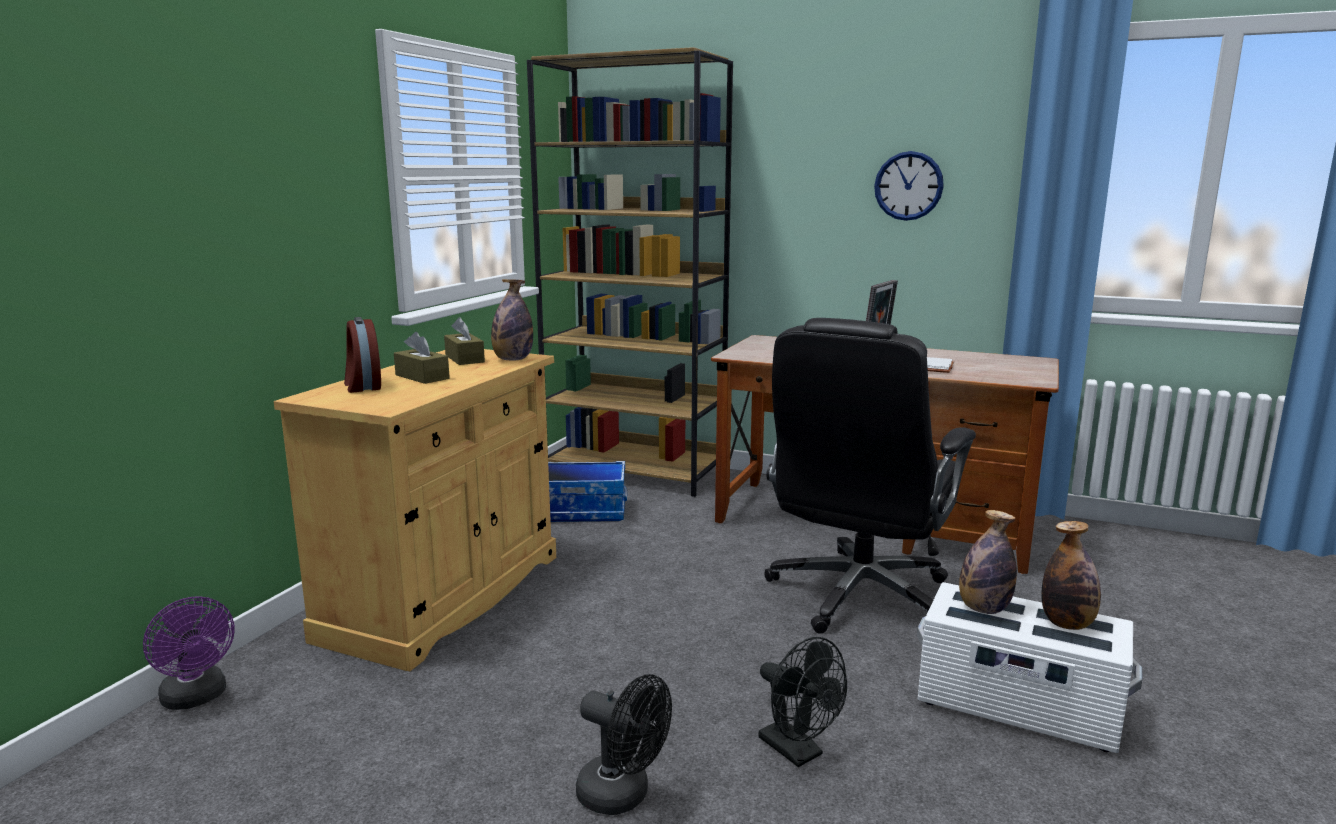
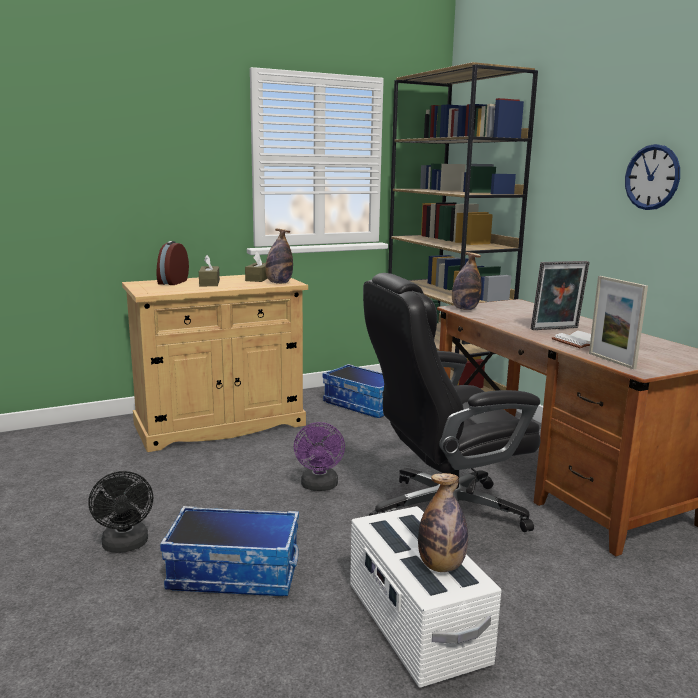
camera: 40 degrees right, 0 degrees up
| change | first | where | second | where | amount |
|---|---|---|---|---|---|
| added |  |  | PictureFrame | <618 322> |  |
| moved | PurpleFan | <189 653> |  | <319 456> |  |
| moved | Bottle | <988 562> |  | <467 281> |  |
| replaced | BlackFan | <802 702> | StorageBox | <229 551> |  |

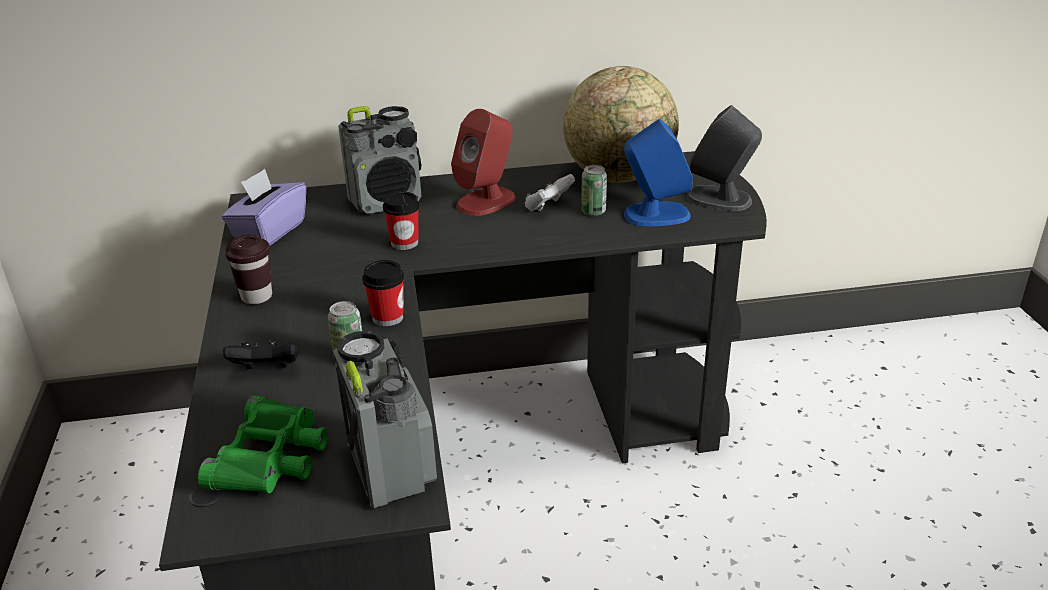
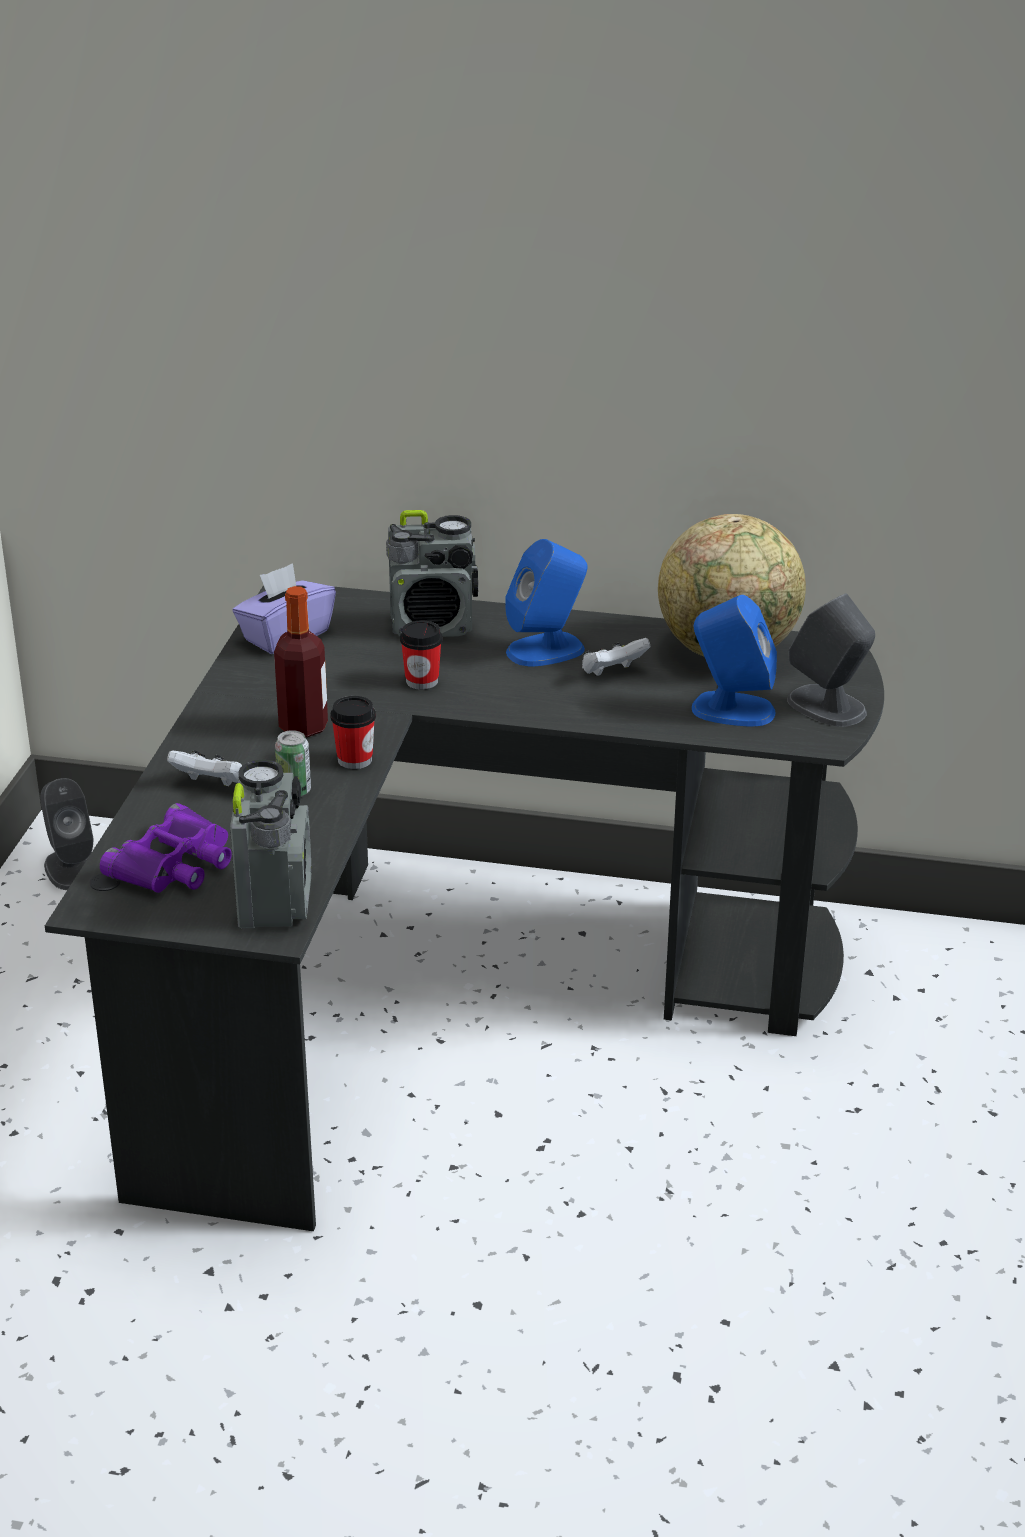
camera: 20 degrees right, 0 degrees up
| change | first | where | second | where | amount |
|---|---|---|---|---|---|
| removed | BrownCup | <248 269> |  |  |  |
| removed | Can | <594 190> |  |  |  |
| added |  |  | GreySpeaker | <67 834> |  |
| added |  |  | Bottle | <301 661> |  |
| recoloured | GreenBinoculars | <263 444> | PurpleBinoculars | <166 848> |  |
| recoloured | BlackGameController | <261 355> | WhiteGameController | <204 768> |  |
| recoloured | RedSpeaker | <483 162> | BlueSpeaker | <546 603> |  |

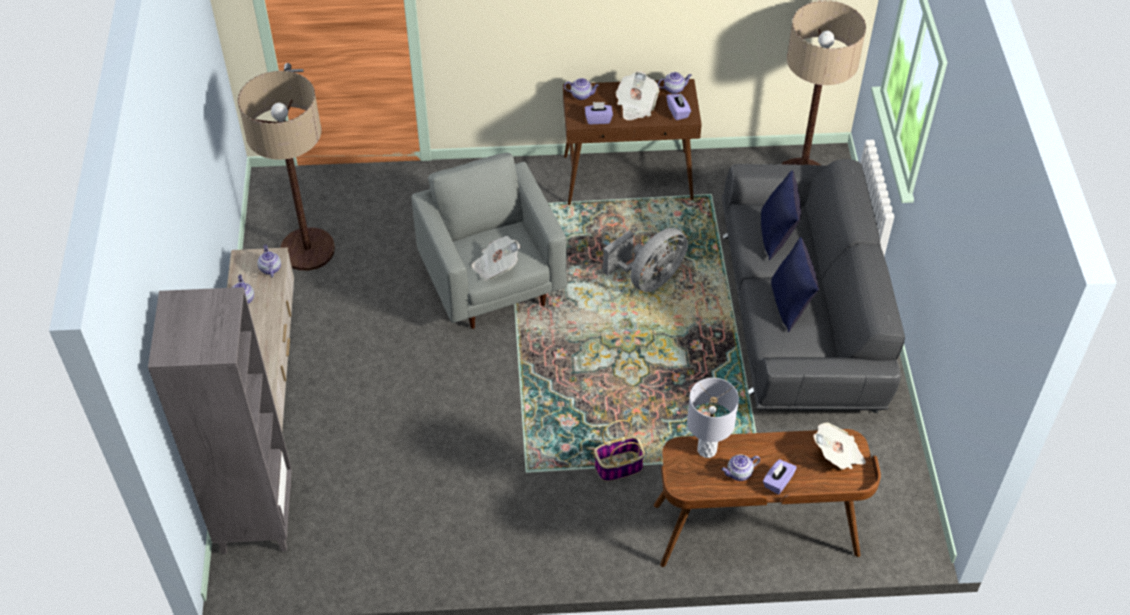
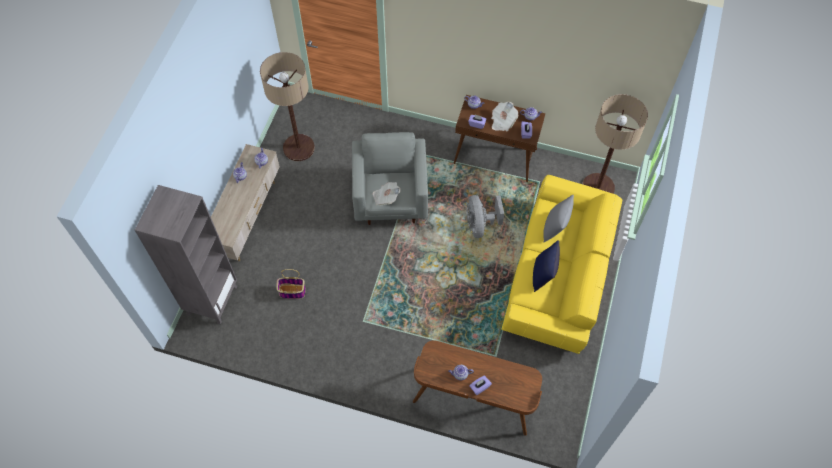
camera: 20 degrees right, 10 degrees up
| change | first | where | second | where | amount |
|---|---|---|---|---|---|
| removed | GreyTableLamp | <713 418> |  |  |  |
| removed | Newspaper | <839 445> |  |  |  |
| moved | Basket | <619 450> |  | <291 284> |  |
| recoloured | GreySofa | <813 286> | YellowSofa | <561 264> |  |
| recoloured | BluePillow | <781 215> | GreyPillow | <558 218> |  |
| turned | GreyFan | <645 260> |  | <485 216> | 105 degrees clockwise |

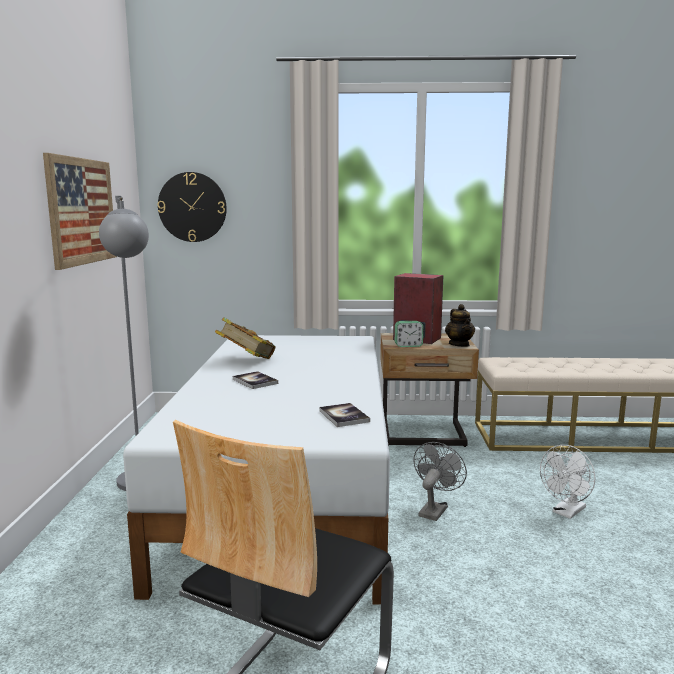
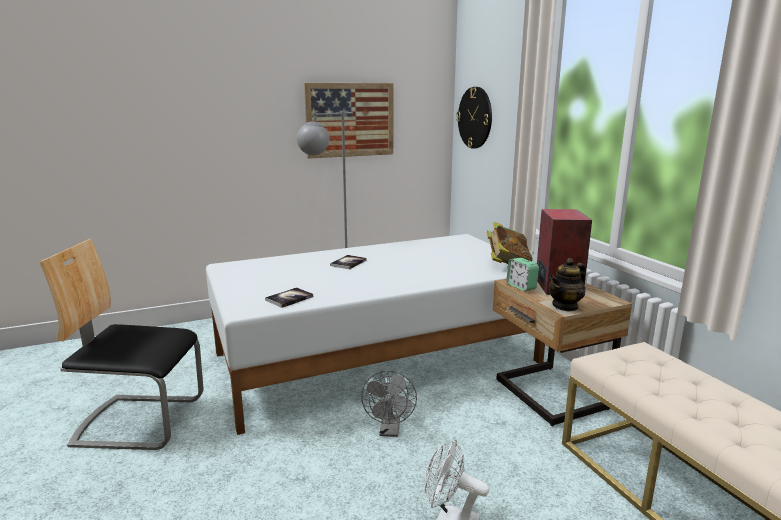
camera: 65 degrees right, 5 degrees up
| change | first | where | second | where | amount |
|---|---|---|---|---|---|
| moved | Book | <245 338> |  | <509 243> |  |
| turned | GreyFan | <440 481> |  | <389 404> | 90 degrees clockwise |

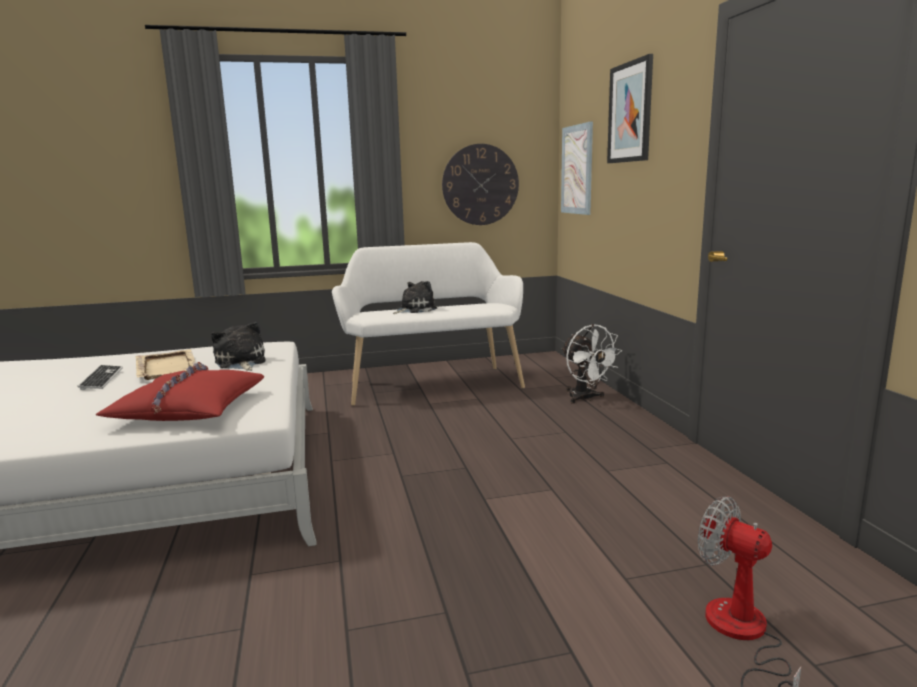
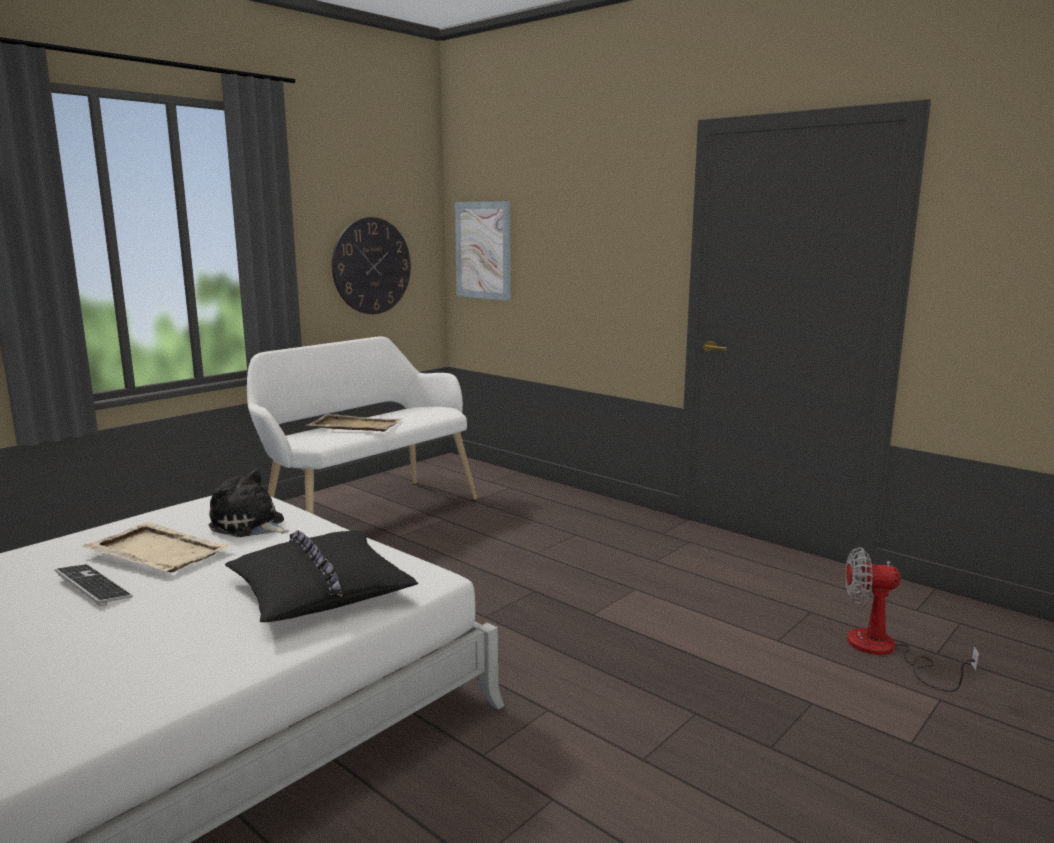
camera: 35 degrees left, 0 degrees up
| change | first | where | second | where | amount |
|---|---|---|---|---|---|
| removed | WhiteFan | <591 364> |  |  |  |
| removed | Picture | <630 108> |  |  |  |
| replaced | PlushToy | <415 297> | BeigeTray | <354 423> |  |
| recoloured | RedPillow | <179 391> | BlackPillow | <322 576> |  |

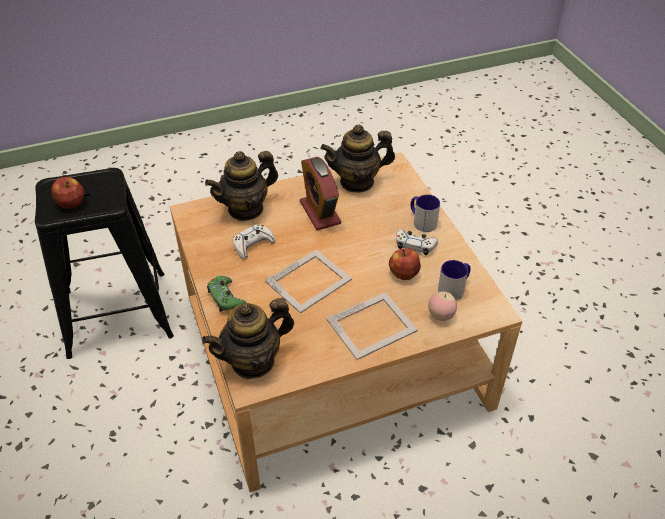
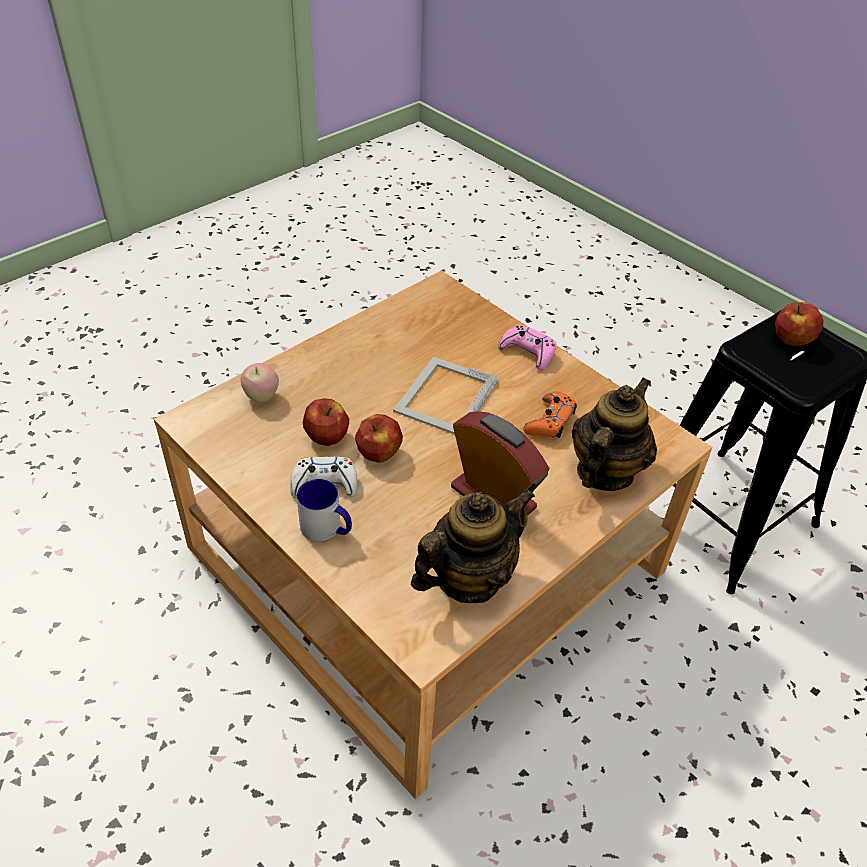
camera: 155 degrees right, 0 degrees up
| change | first | where | second | where | amount |
|---|---|---|---|---|---|
| removed | Teapot | <248 338> |  |  |  |
| removed | PictureFrame | <372 326> |  |  |  |
| removed | Mug | <454 280> |  |  |  |
| added |  |  | Apple | <379 438> |  |
| recoloured | GreenGameController | <226 294> | PinkGameController | <527 347> |  |
| recoloured | WhiteGameController | <254 242> | OrangeGameController | <550 415> |  |

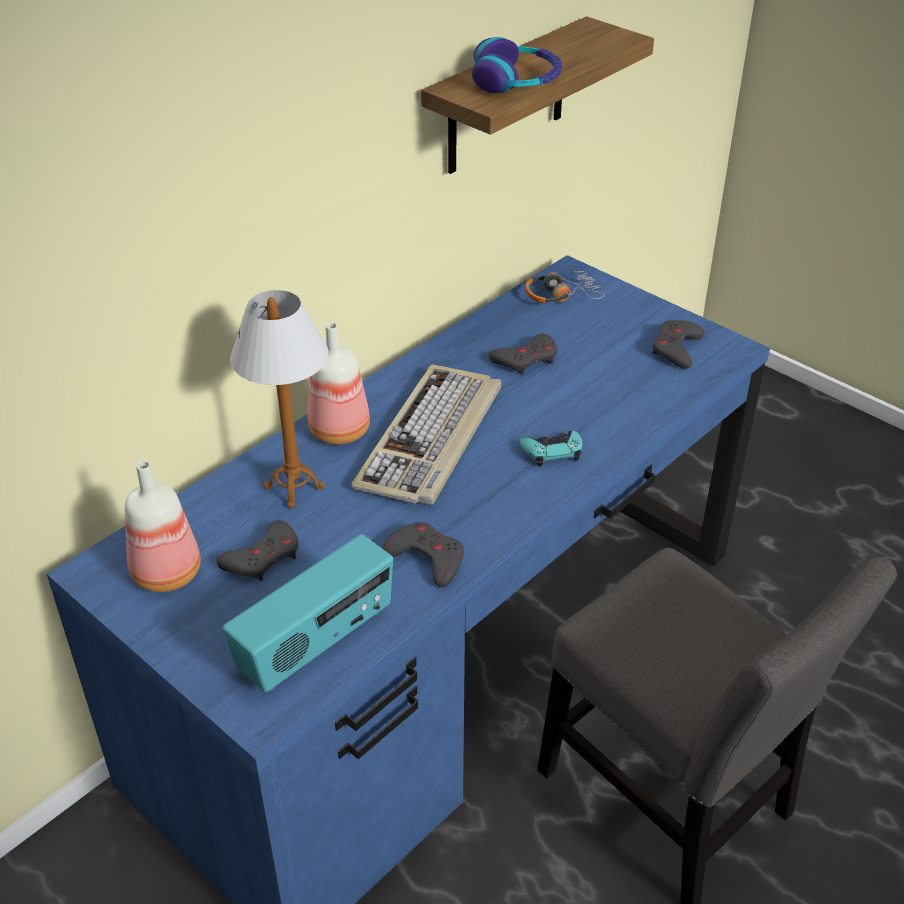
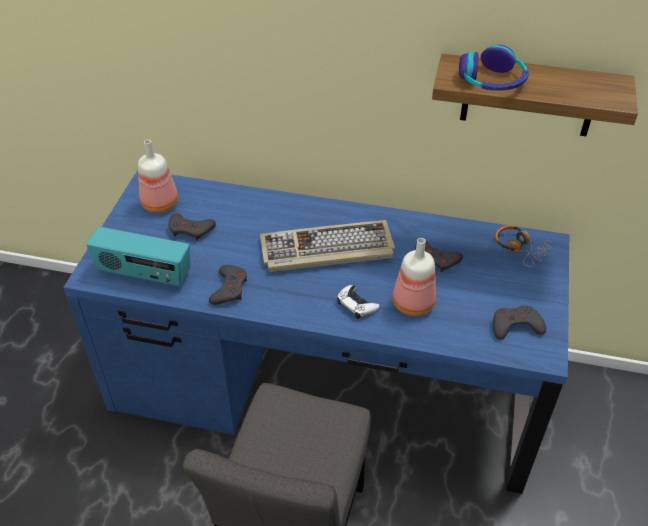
camera: 60 degrees right, 5 degrees up
| change | first | where | second | where | amount |
|---|---|---|---|---|---|
| removed | TableLamp | <279 399> |  |  |  |
| moved | Bottle | <339 383> |  | <414 277> |  |
| recoloured | TurquoiseGameController | <551 448> | WhiteGameController | <358 302> |  |

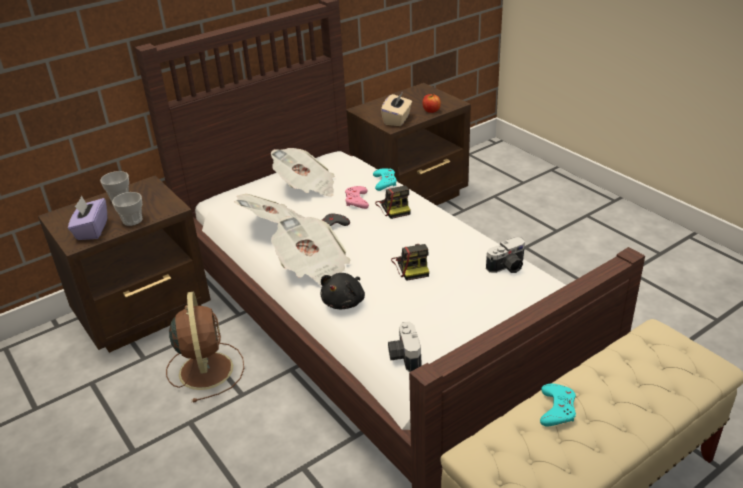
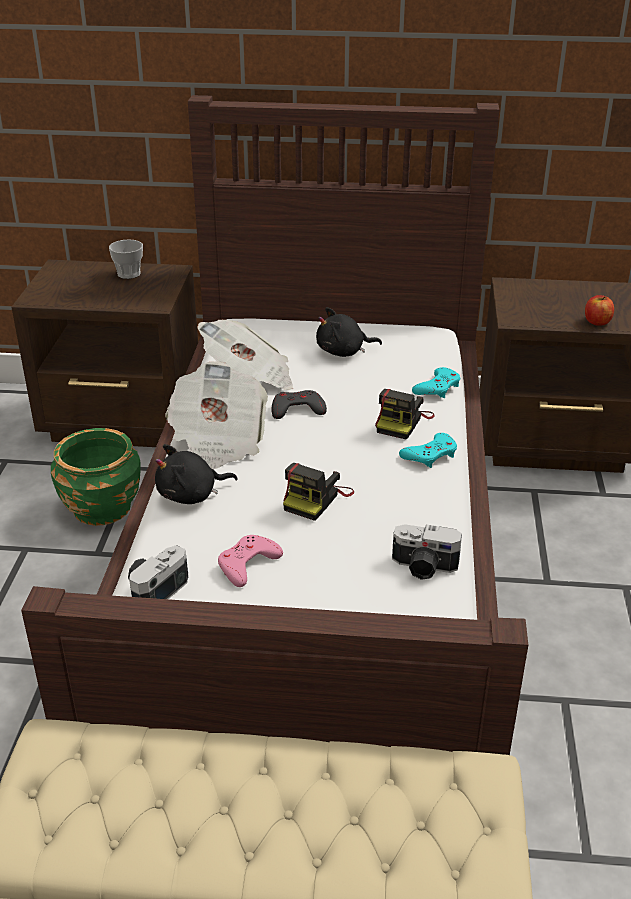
camera: 40 degrees right, 0 degrees up
| change | first | where | second | where | amount |
|---|---|---|---|---|---|
| removed | PurpleTissueBox | <87 218> |  |  |  |
| removed | Cup | <127 209> |  |  |  |
| removed | BeigeTissueBox | <396 109> |  |  |  |
| moved | PinkGameController | <357 197> |  | <250 561> |  |
| moved | TurquoiseGameController | <558 405> |  | <428 450> |  |
| replaced | BrownFan | <205 347> | GreenPlanter | <96 477> |  |
| replaced | Newspaper | <303 172> | BlackPlushToy | <349 332> |  |

